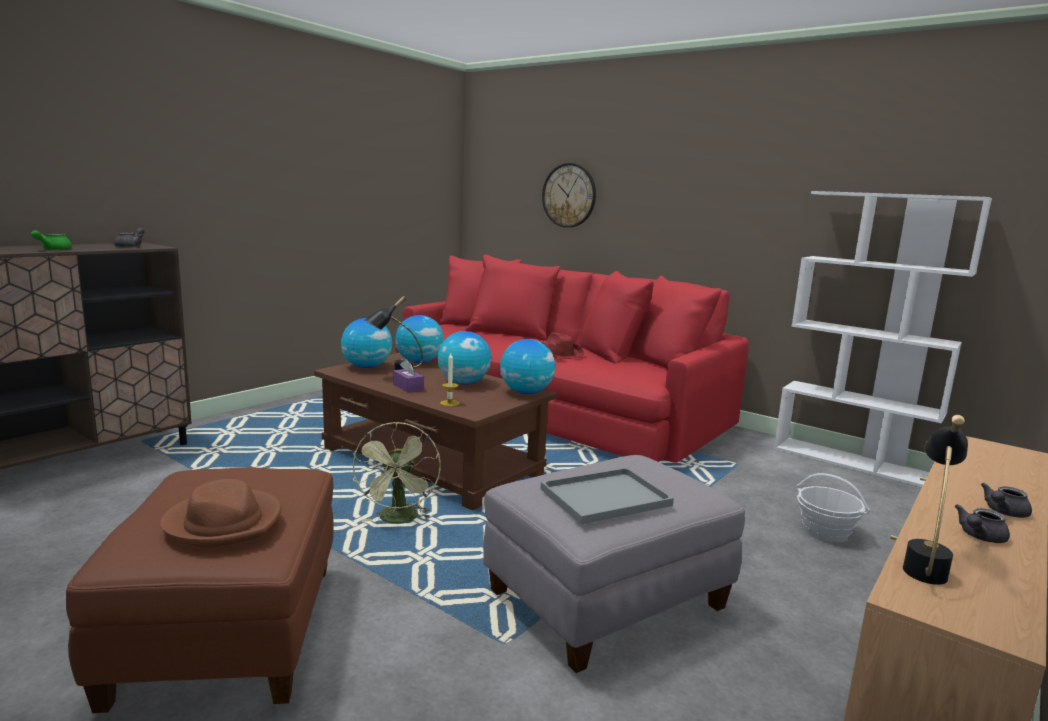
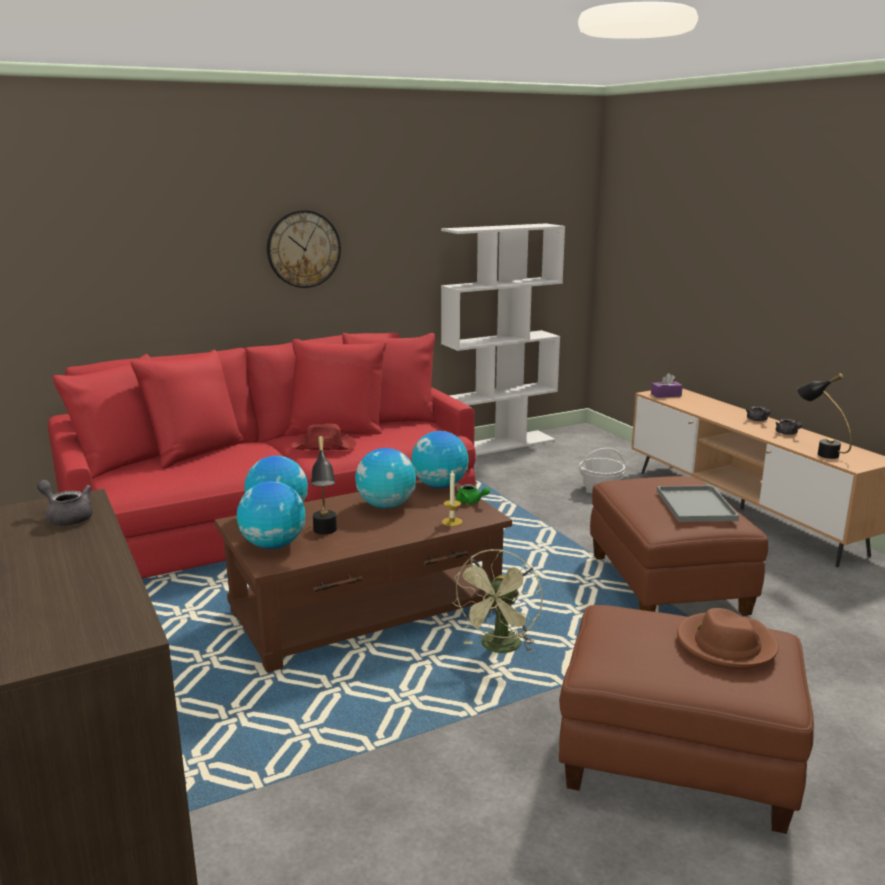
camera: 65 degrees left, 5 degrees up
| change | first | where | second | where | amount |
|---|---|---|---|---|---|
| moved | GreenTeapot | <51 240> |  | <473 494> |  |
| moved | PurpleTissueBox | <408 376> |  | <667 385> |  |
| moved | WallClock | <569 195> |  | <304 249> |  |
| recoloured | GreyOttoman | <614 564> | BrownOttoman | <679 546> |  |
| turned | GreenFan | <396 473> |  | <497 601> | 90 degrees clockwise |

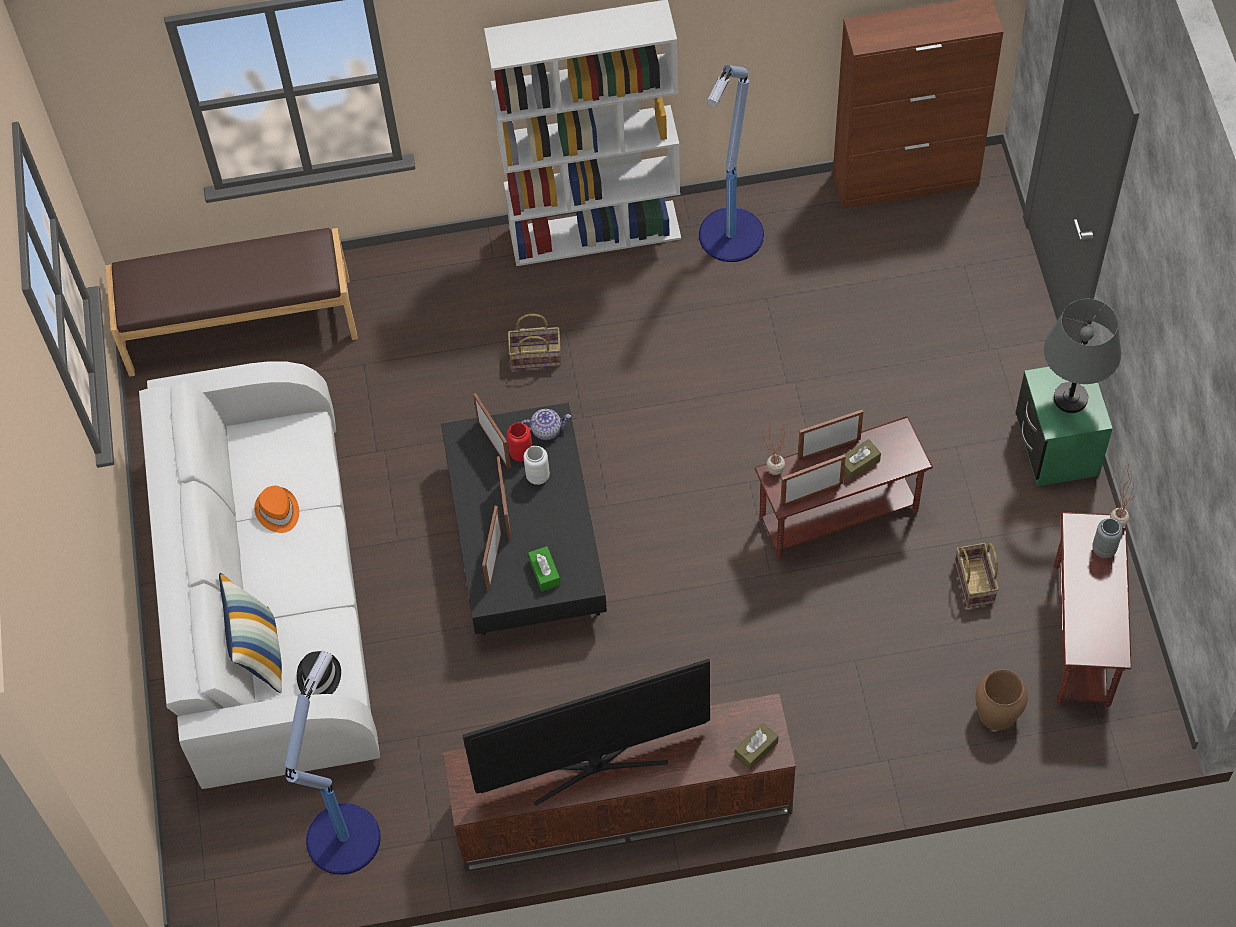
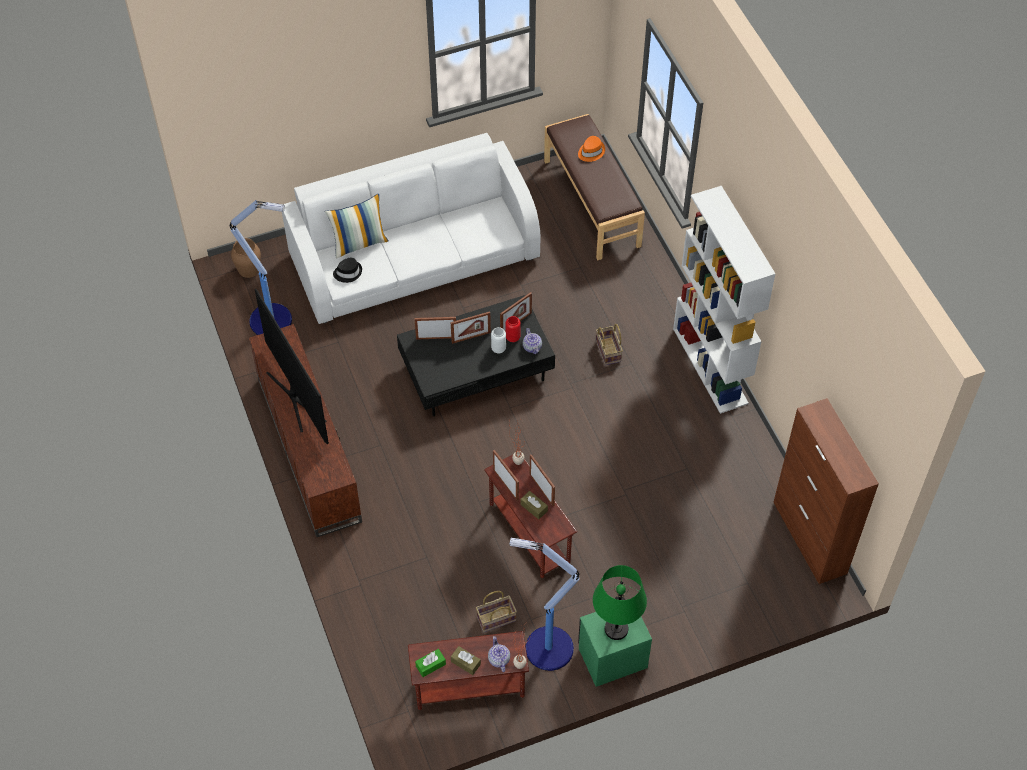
camera: 75 degrees right, 5 degrees down
| change | first | where | second | where | amount |
|---|---|---|---|---|---|
| moved | OrangeHat | <276 509> |  | <591 149> |  |
| moved | GreenTissueBox | <544 568> |  | <430 663> |  |
| moved | FloorLamp | <731 163> |  | <544 604> |  |
| moved | BrownTissueBox | <756 746> |  | <466 660> |  |
| moved | BrownVase | <1001 700> |  | <246 258> |  |
| replaced | GreyVase | <1107 538> | Teapot | <499 654> |  |
| recoloured | GreyTableLamp | <1082 356> | GreenTableLamp | <620 602> |  |

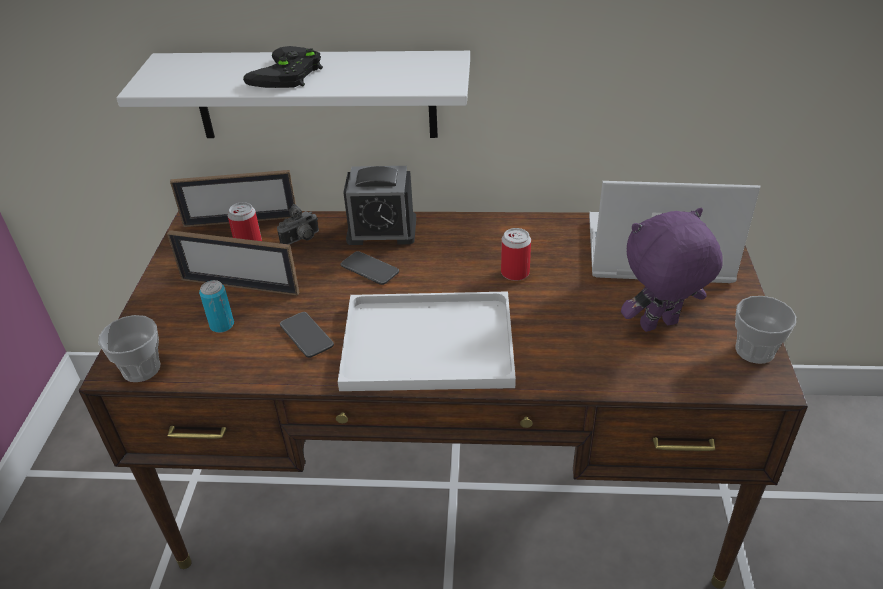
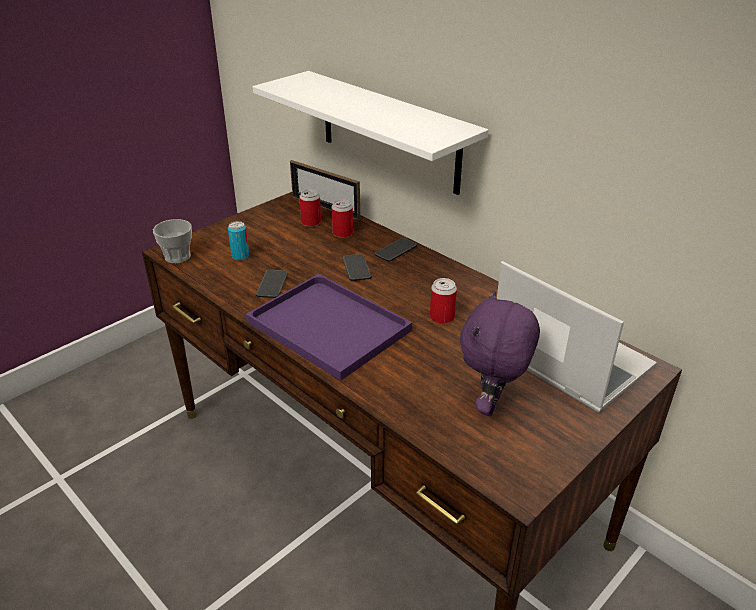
camera: 40 degrees right, 5 degrees down
| change | first | where | second | where | amount |
|---|---|---|---|---|---|
| removed | PictureFrame | <233 263> |  |  |  |
| removed | BlackGameController | <283 67> |  |  |  |
| removed | Cup | <765 330> |  |  |  |
| replaced | PhotoCamera | <298 224> | Can | <342 218> |  |
| replaced | AlarmClock | <379 205> | Phone | <396 249> |  |
| recoloured | WhiteTray | <427 341> | PurpleTray | <329 327> |  |
| turned | PurplePlushToy | <672 270> |  | <500 353> | 90 degrees counterclockwise |

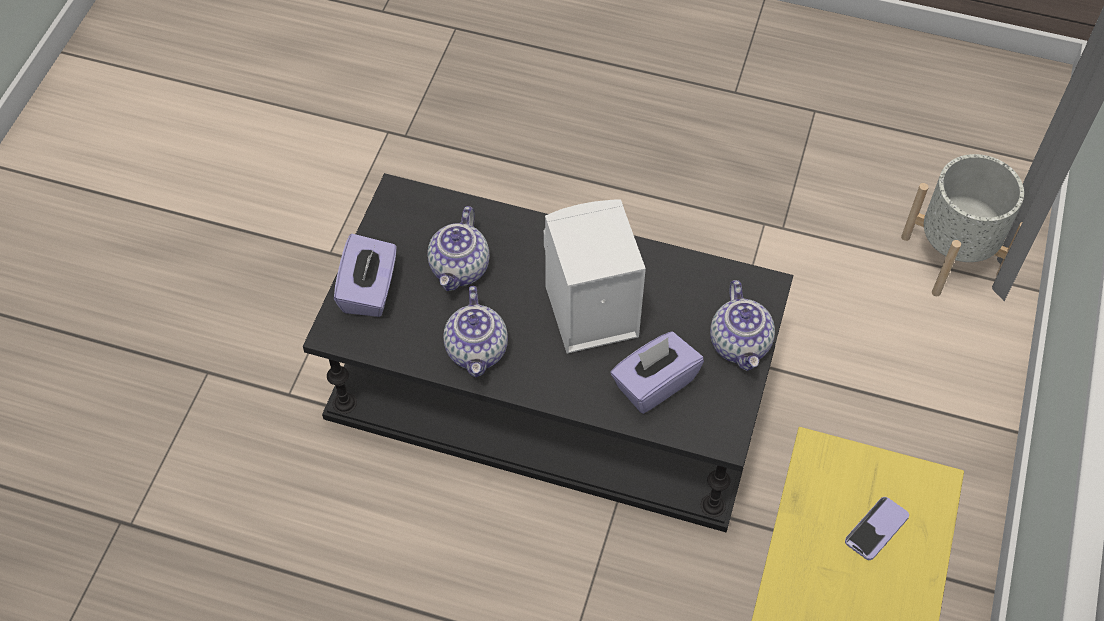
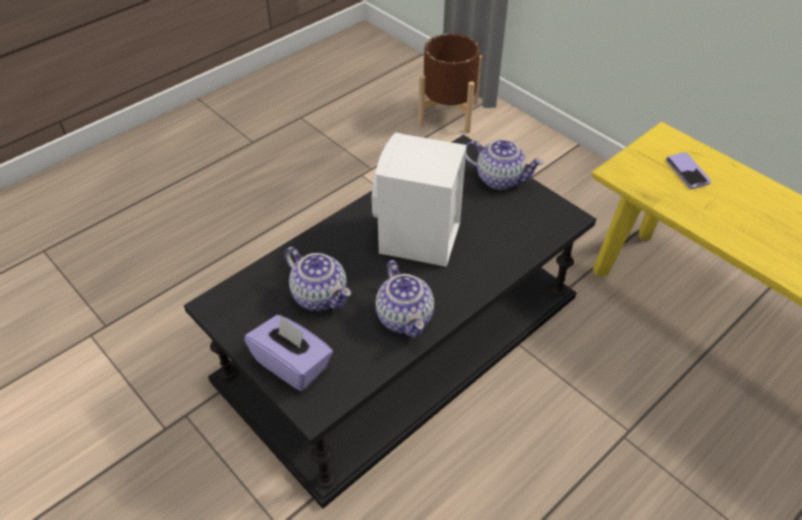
camera: 60 degrees left, 10 degrees down
| change | first | where | second | where | amount |
|---|---|---|---|---|---|
| removed | PurpleTissueBox | <657 373> |  |  |  |
| recoloured | GreyPlanter | <962 225> | BrownPlanter | <450 83> |  |
| turned | Teapot | <475 331> |  | <404 299> | 45 degrees clockwise |

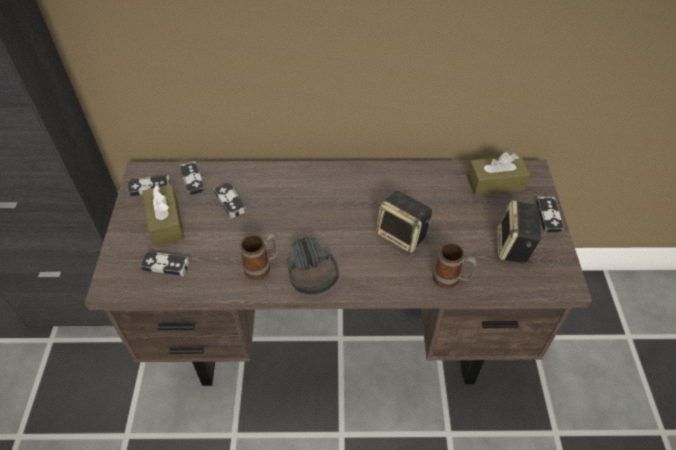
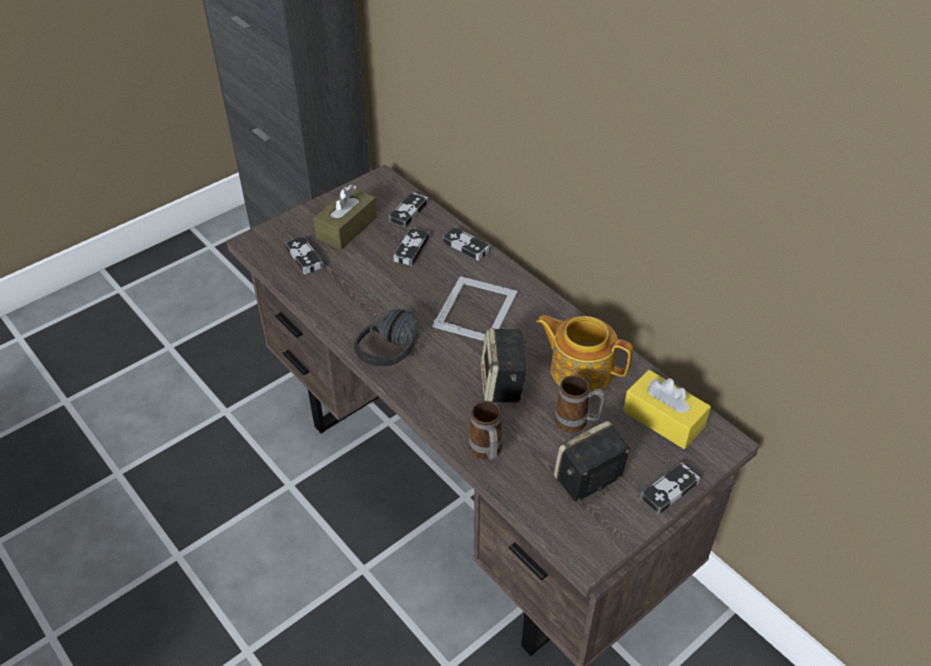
camera: 50 degrees right, 5 degrees down
| change | first | where | second | where | amount |
|---|---|---|---|---|---|
| added |  |  | PictureFrame | <475 308> |  |
| added |  |  | Teapot | <584 353> |  |
| moved | GameController | <149 185> |  | <466 244> |  |
| moved | Mug | <259 256> |  | <580 404> |  |
| recoloured | BrownTissueBox | <498 174> | YellowTissueBox | <667 409> |  |

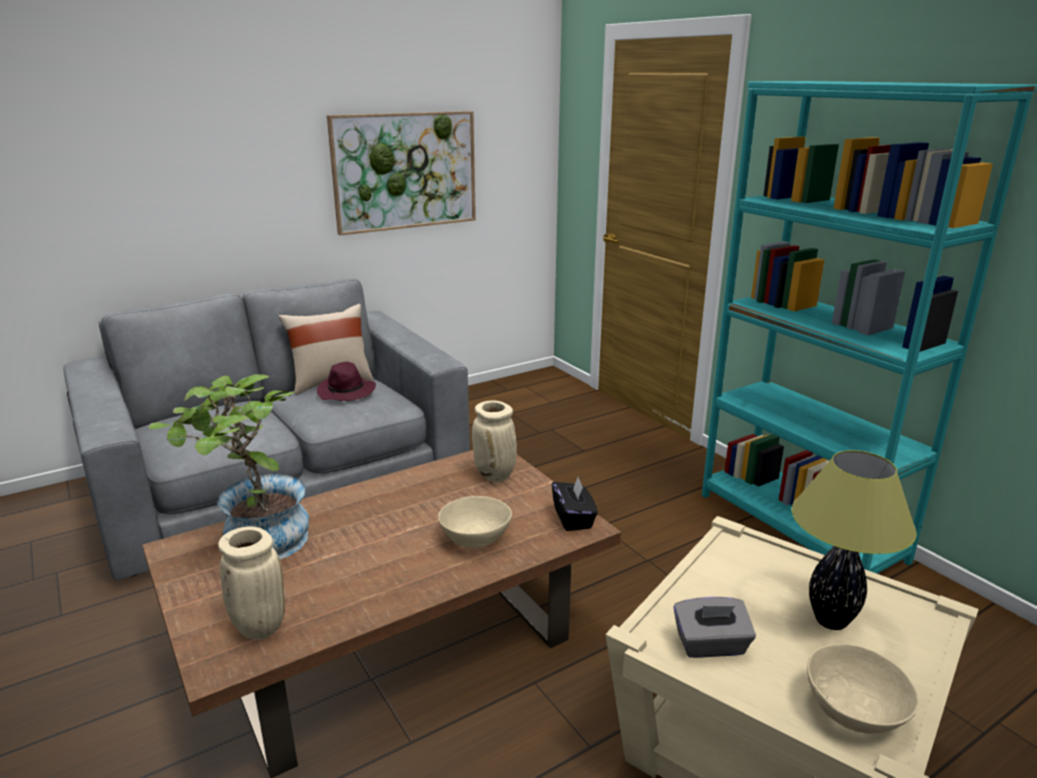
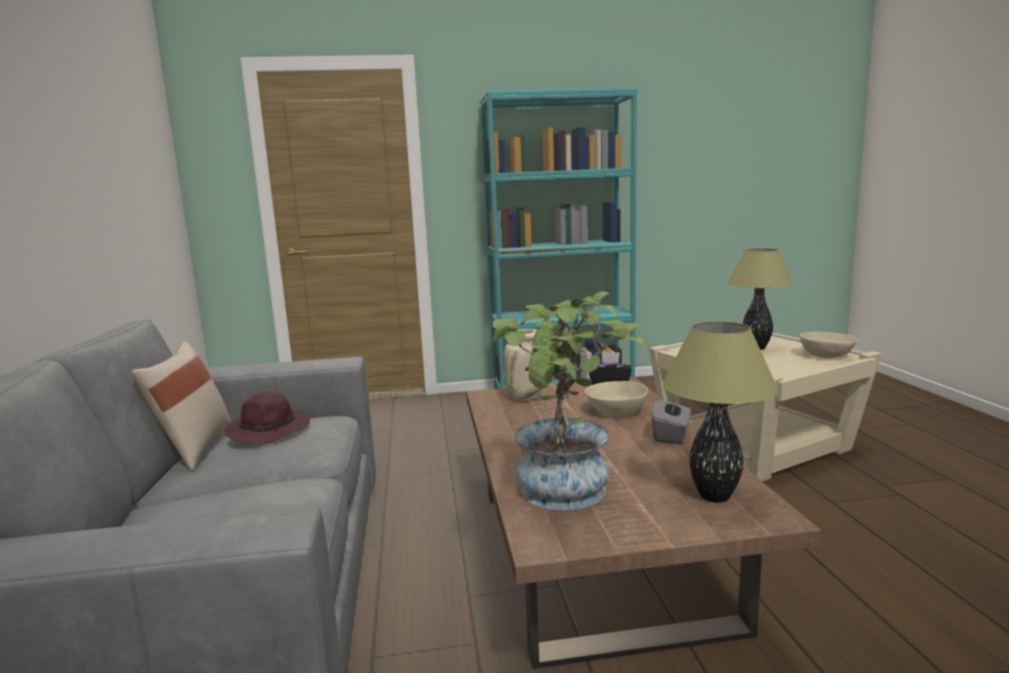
camera: 65 degrees left, 10 degrees down
| change | first | where | second | where | amount |
|---|---|---|---|---|---|
| removed | Picture | <401 173> |  |  |  |
| moved | GreyTissueBox | <714 627> |  | <671 420> |  |
| replaced | BeigeVase | <251 583> | TableLamp | <720 412> |  |

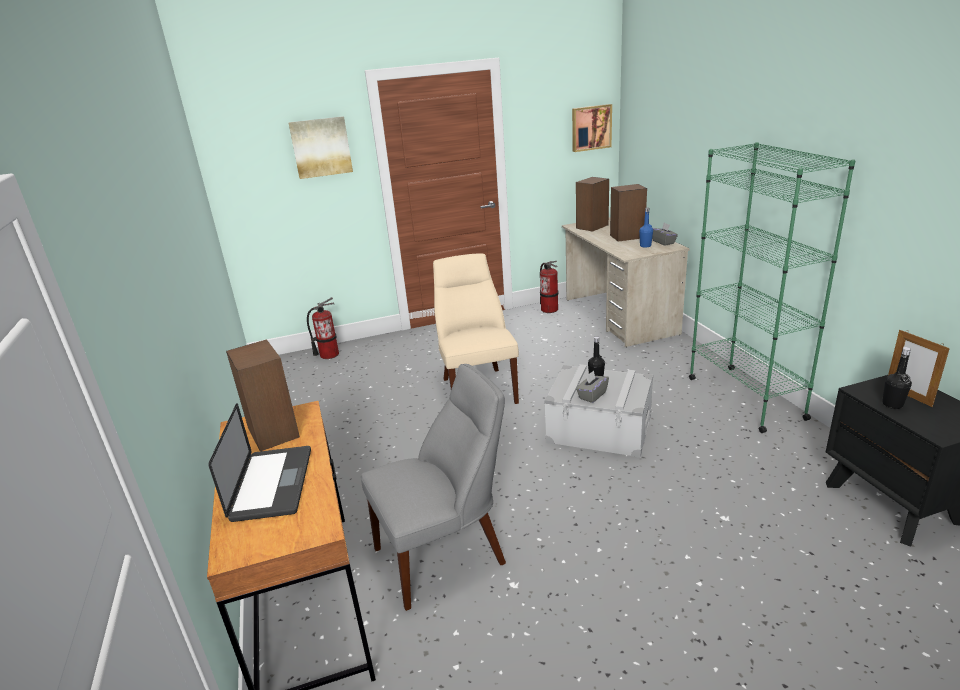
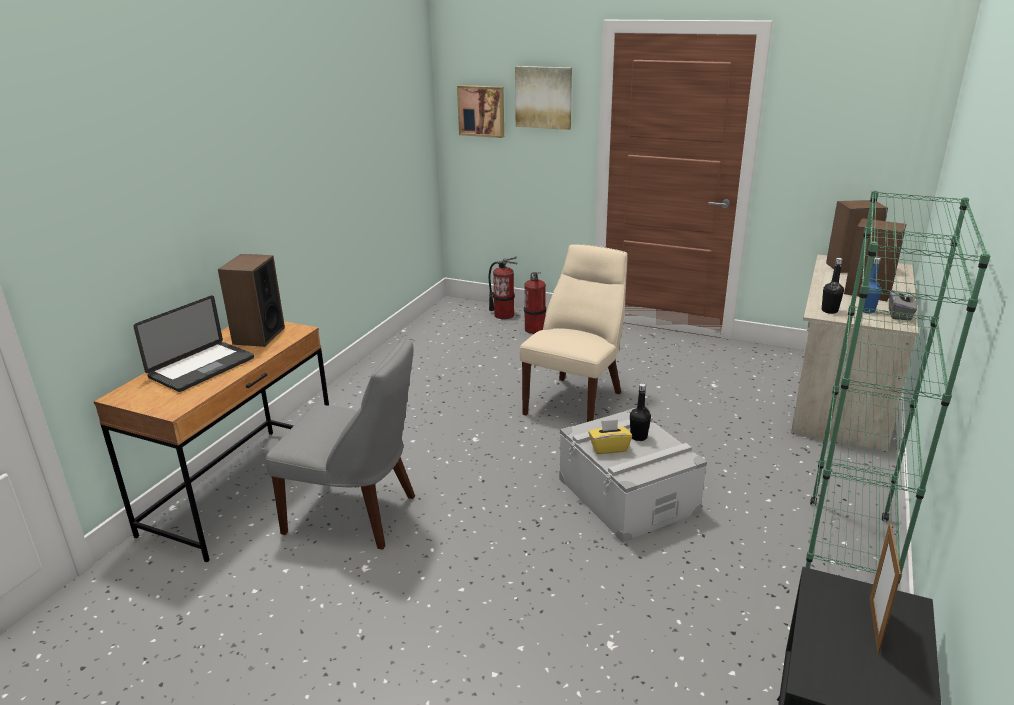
camera: 40 degrees right, 0 degrees up
| change | first | where | second | where | amount |
|---|---|---|---|---|---|
| moved | FireExtinguisher | <549 287> |  | <535 303> |  |
| moved | Picture | <592 128> |  | <480 111> |  |
| moved | BlackBottle | <897 378> |  | <833 286> |  |
| recoloured | GreyTissueBox | <592 386> | YellowTissueBox | <610 437> |  |

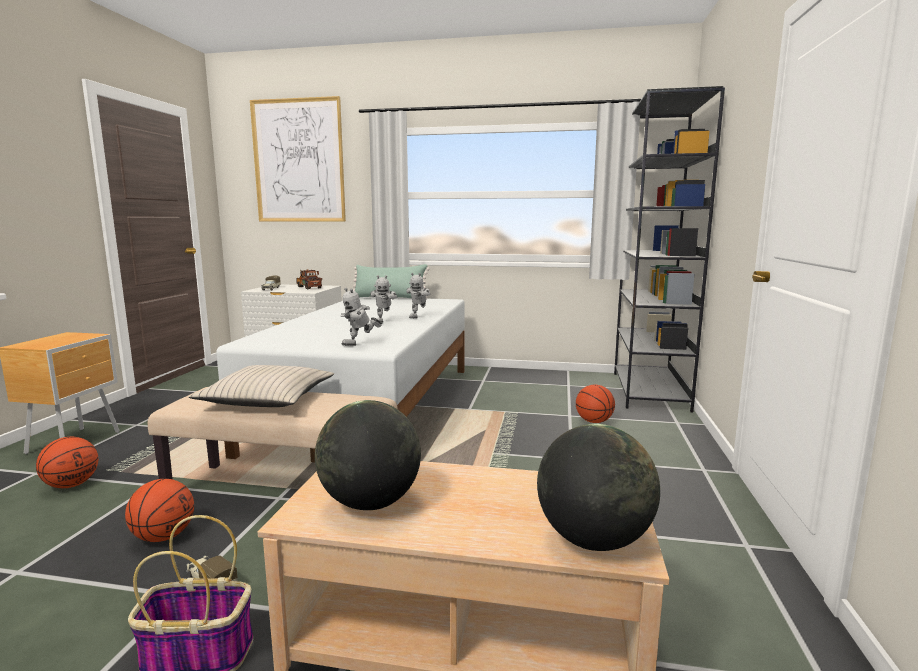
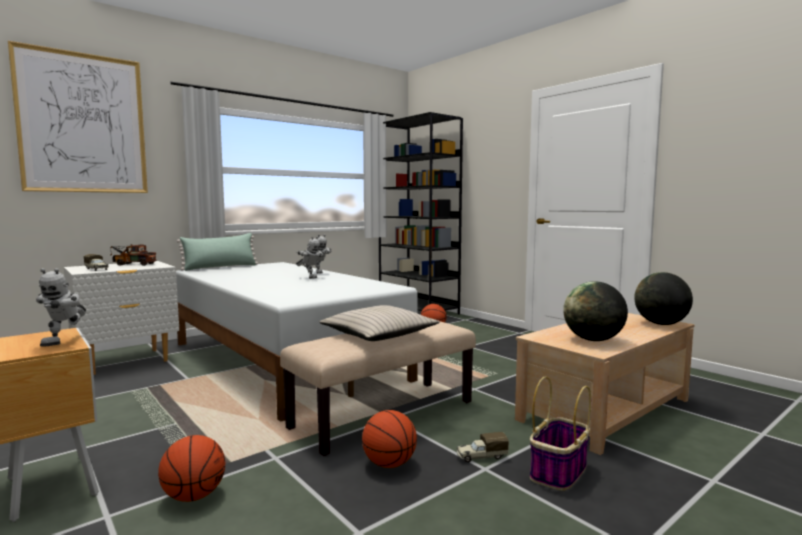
camera: 50 degrees left, 5 degrees down
| change | first | where | second | where | amount |
|---|---|---|---|---|---|
| moved | ToyRobot | <361 317> |  | <61 307> |  |

